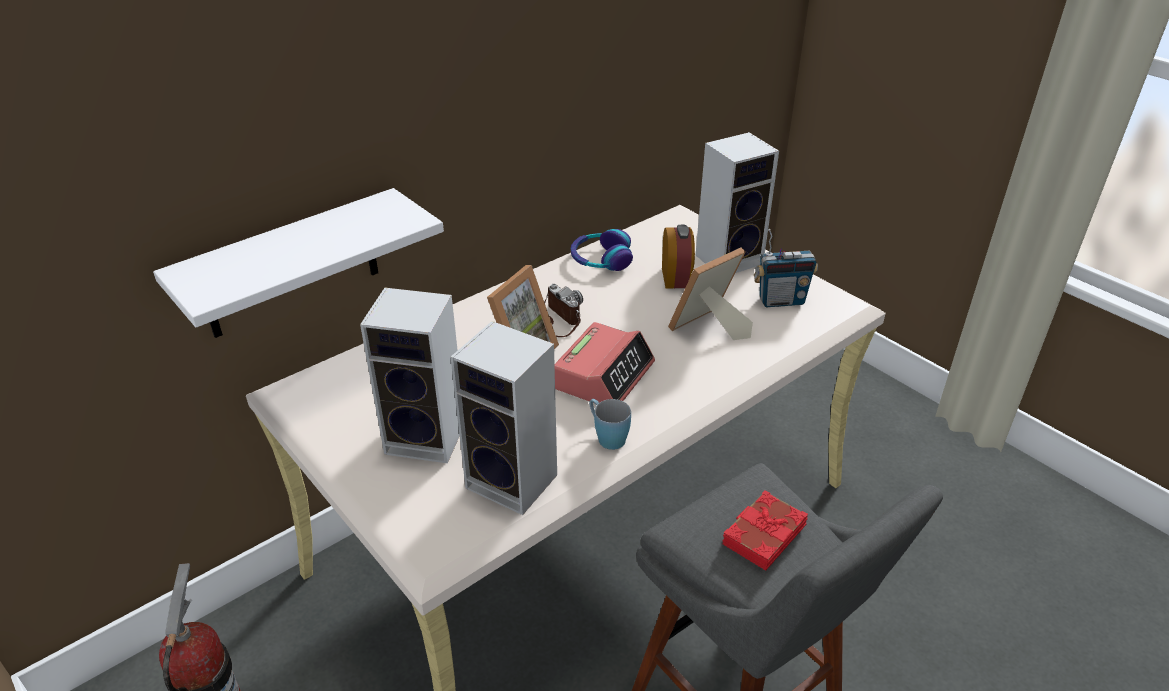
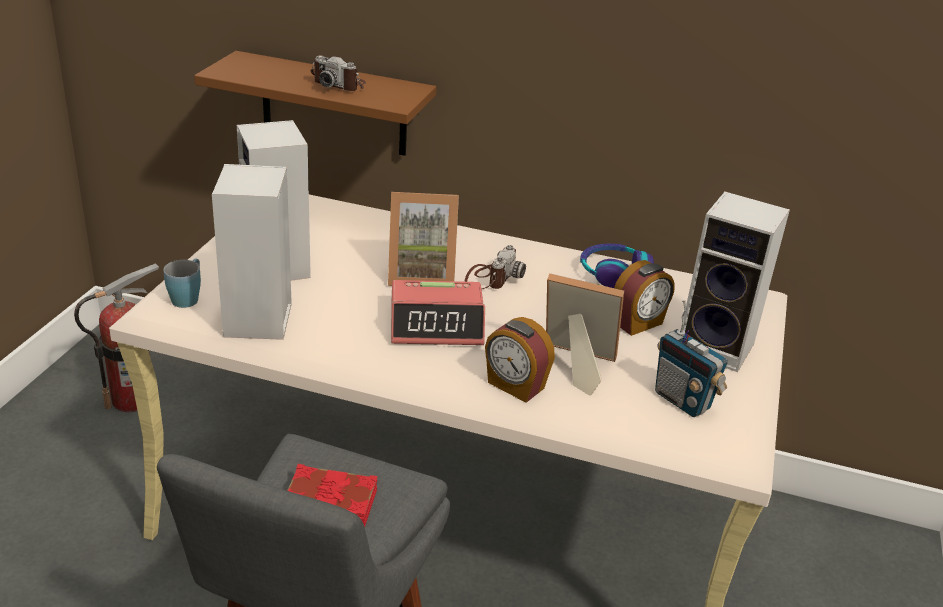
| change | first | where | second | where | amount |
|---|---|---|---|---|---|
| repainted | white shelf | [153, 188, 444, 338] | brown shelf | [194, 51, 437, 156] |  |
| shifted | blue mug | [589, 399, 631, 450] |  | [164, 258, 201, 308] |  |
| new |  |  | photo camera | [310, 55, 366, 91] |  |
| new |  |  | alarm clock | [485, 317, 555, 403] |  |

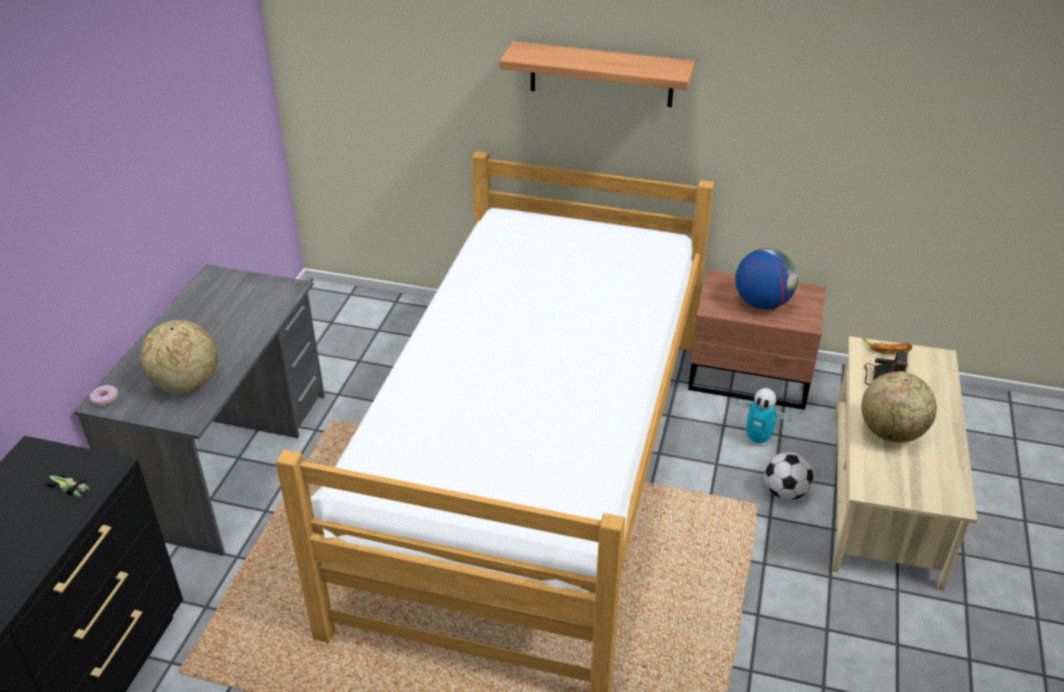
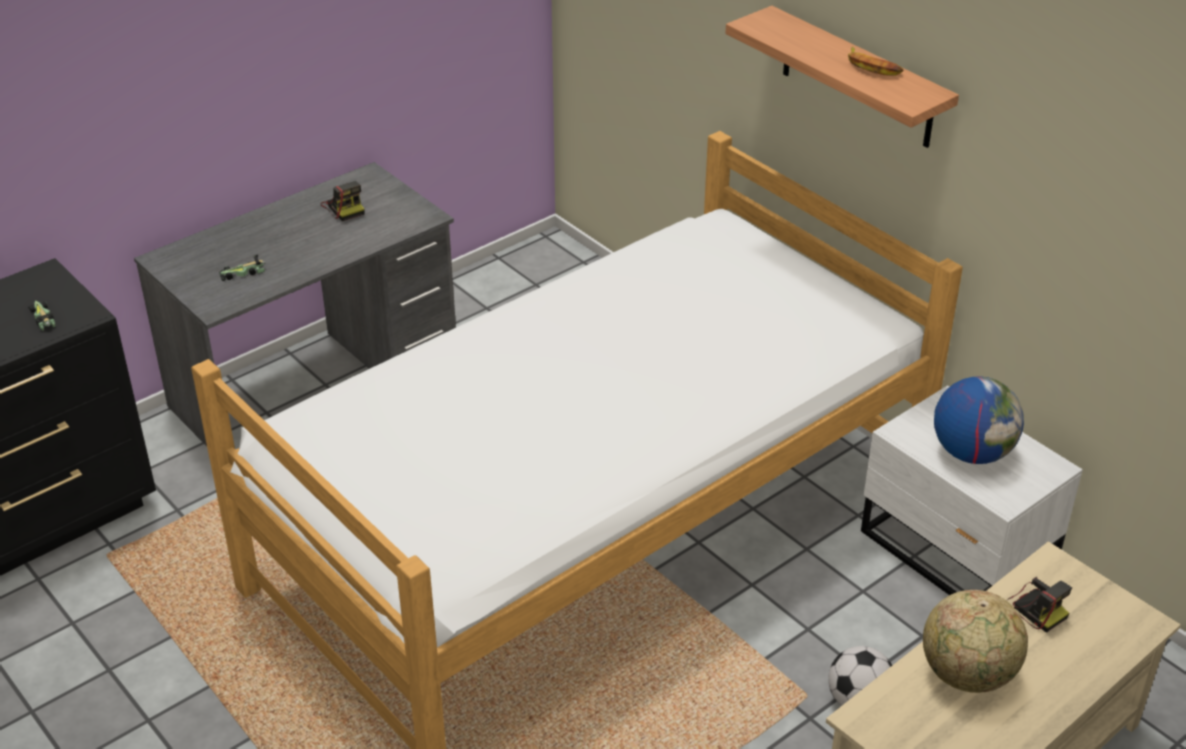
| change | first | where | second | where | amount |
|---|---|---|---|---|---|
| gone | donut | [90, 385, 118, 406] |  |  |  |
| swapped | globe | [140, 320, 218, 393] | toy car | [219, 255, 266, 281] |  |
| repainted | brown nightstand | [688, 270, 826, 410] | white nightstand | [861, 385, 1083, 595] |  |
| gone | toy robot | [736, 388, 791, 446] |  |  |  |
| shifted | banana | [862, 338, 913, 354] |  | [848, 47, 903, 76] |  |
| new |  |  | photo camera | [321, 181, 364, 221] |  |

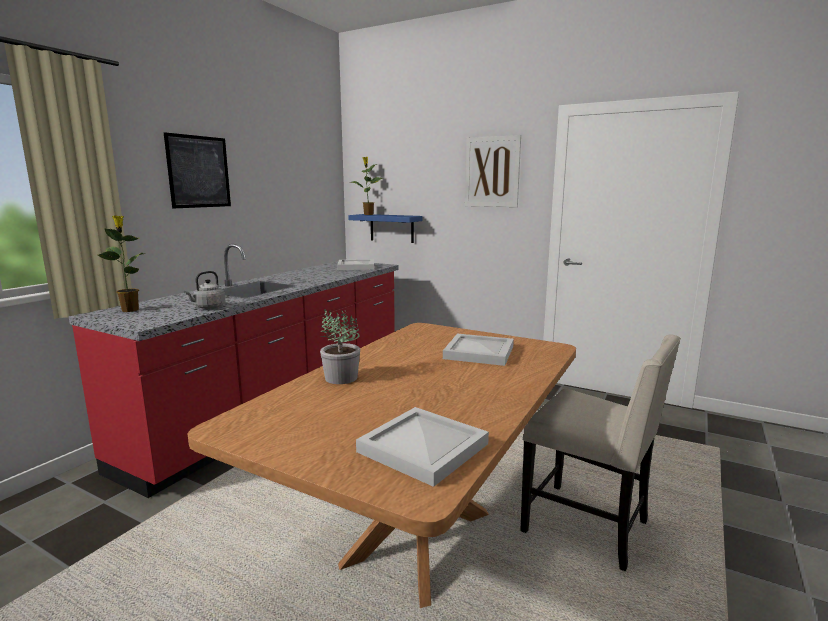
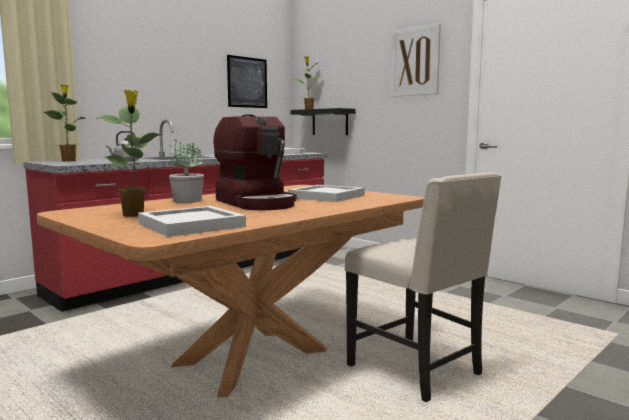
| change | first | where | second | where | amount |
|---|---|---|---|---|---|
| shifted | picture | [164, 132, 231, 209] |  | [227, 55, 267, 108] |  |
| repainted | blue shelf | [348, 214, 423, 243] | black shelf | [290, 108, 356, 135] |  |
| new |  |  | potted plant | [96, 90, 163, 217] |  |
| new |  |  | coffee machine | [214, 114, 297, 210] |  |

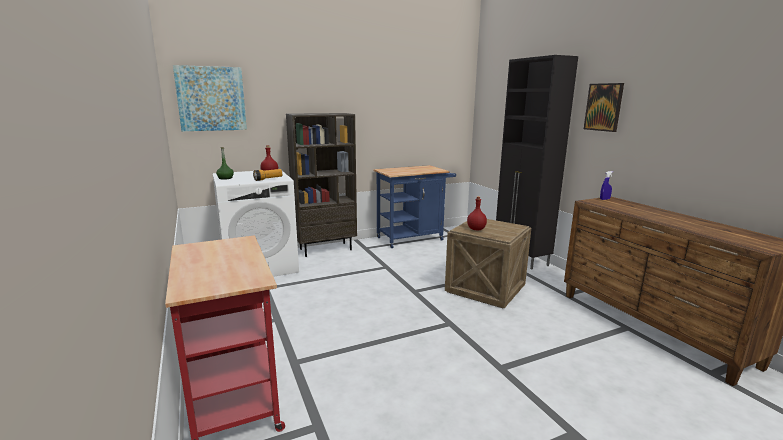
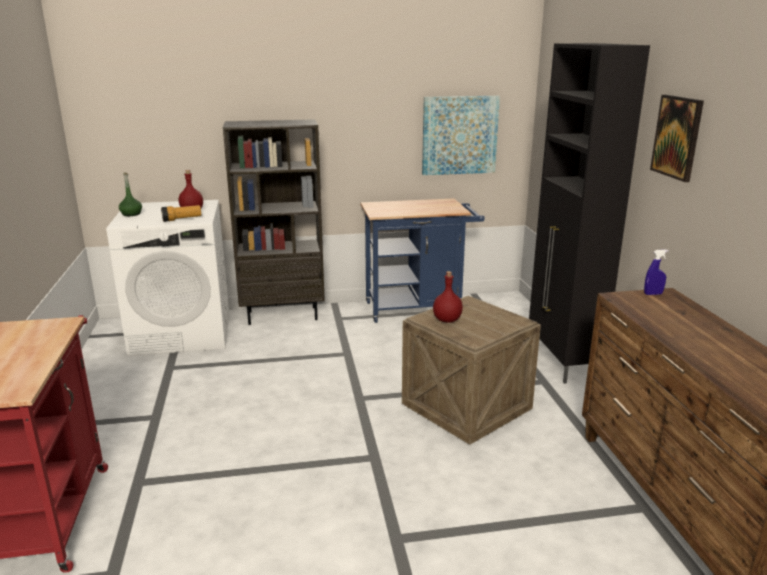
| change | first | where | second | where | amount |
|---|---|---|---|---|---|
| shifted | picture | [173, 65, 247, 131] |  | [422, 96, 500, 175] |  |

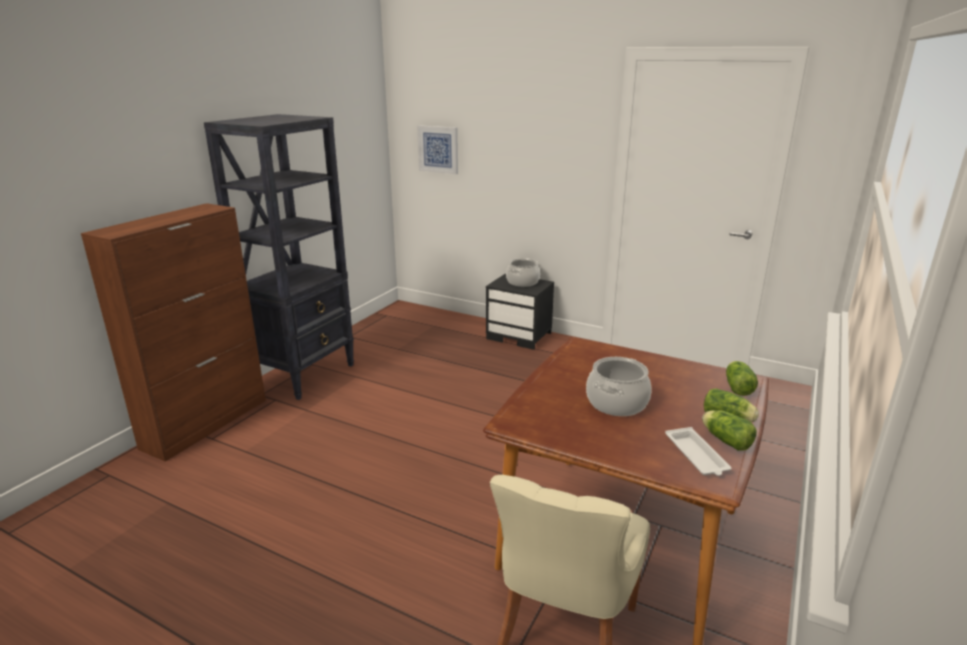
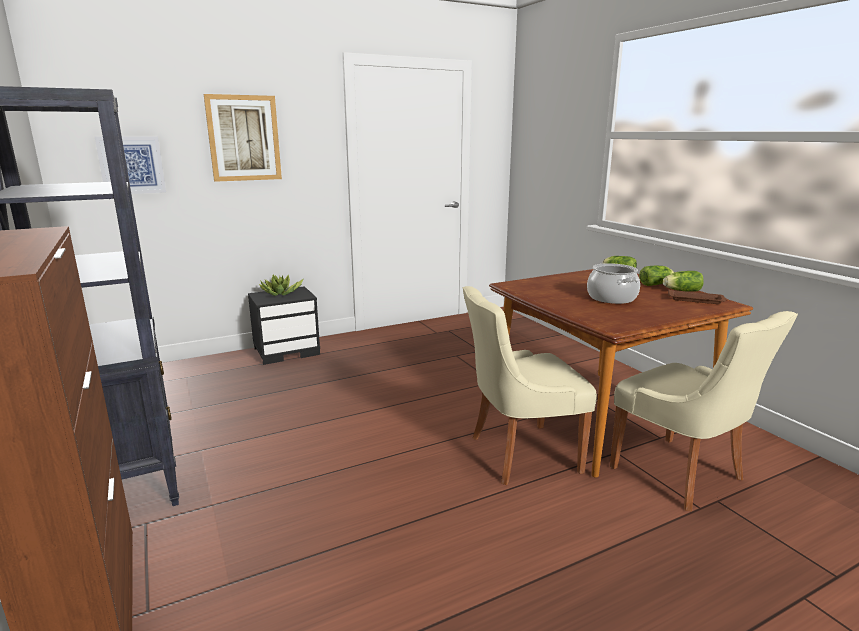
| change | first | where | second | where | amount |
|---|---|---|---|---|---|
| swapped | cooking pot | [506, 258, 540, 287] | potted plant | [259, 274, 304, 296] |  |
| repainted | white tray | [665, 427, 732, 476] | brown tray | [668, 289, 727, 304] |  |
| new |  |  | picture | [204, 94, 282, 182] |  |
| new |  |  | beige chair | [463, 286, 597, 485] |  |

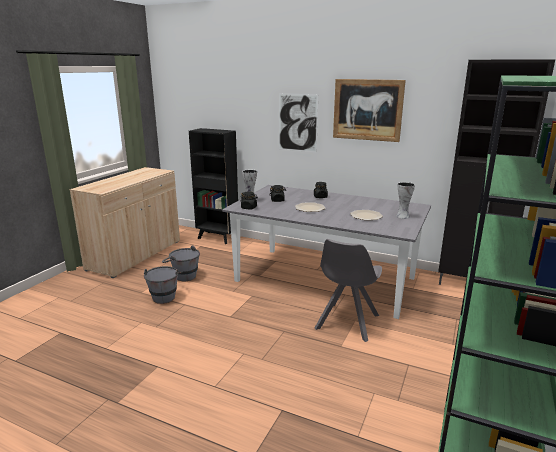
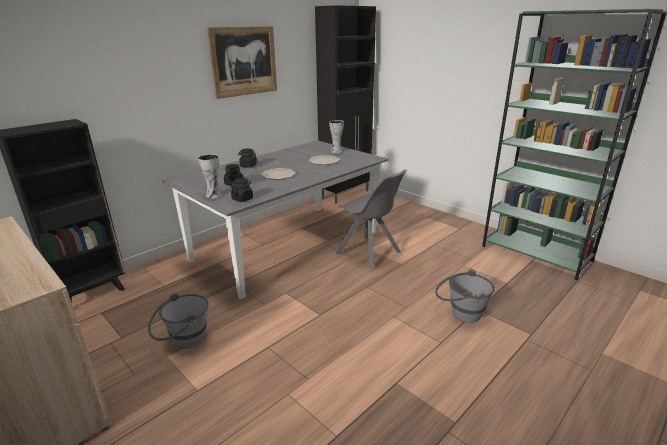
| change | first | where | second | where | amount |
|---|---|---|---|---|---|
| shifted | grey bucket | [144, 266, 183, 304] |  | [435, 269, 495, 323] |  |
| gone | picture | [279, 93, 318, 152] |  |  |  |

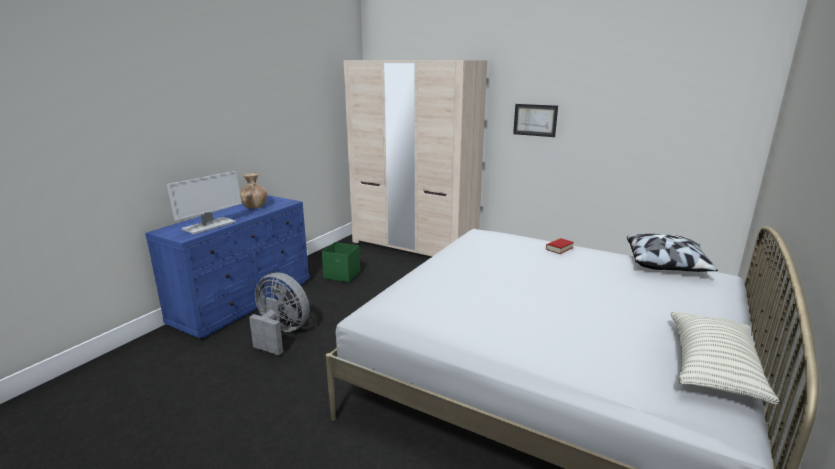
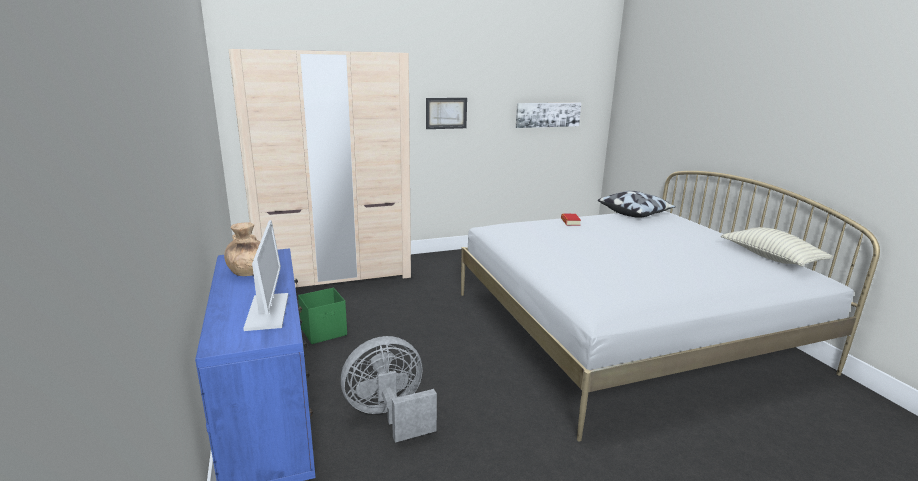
| change | first | where | second | where | amount |
|---|---|---|---|---|---|
| new |  |  | picture | [516, 103, 581, 128] |  |

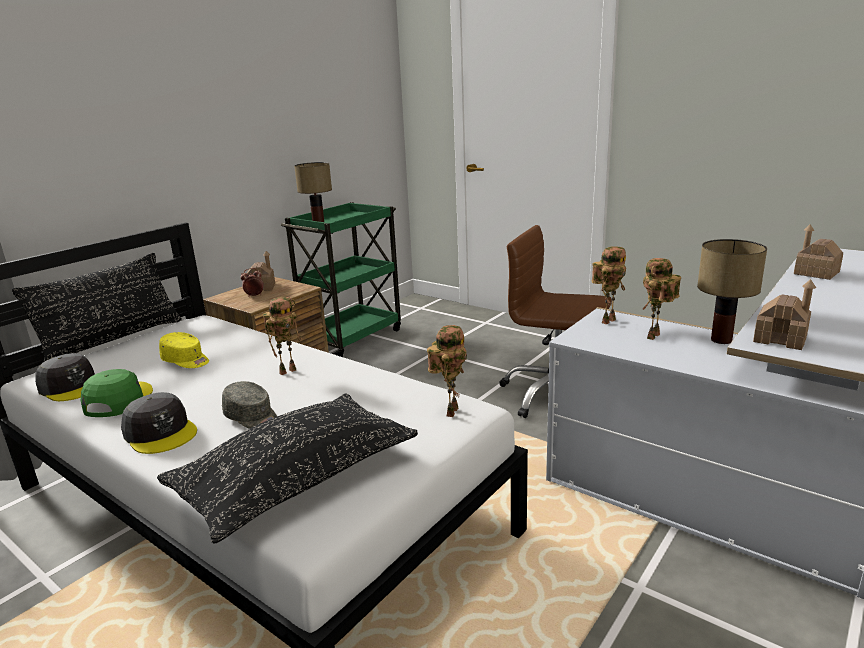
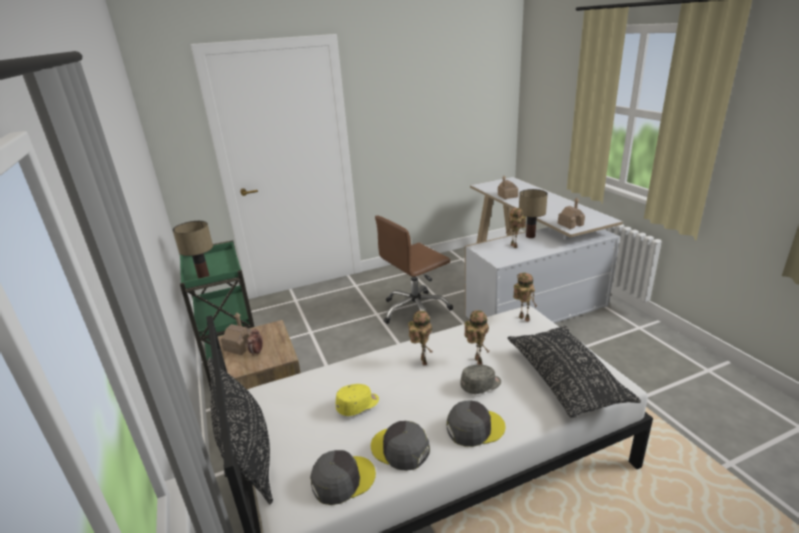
| change | first | where | second | where | amount |
|---|---|---|---|---|---|
| repainted | green cap | [81, 369, 153, 417] | grey cap | [371, 421, 430, 471] |  |
| shifted | toy robot | [592, 246, 626, 324] |  | [464, 310, 490, 365] |  |

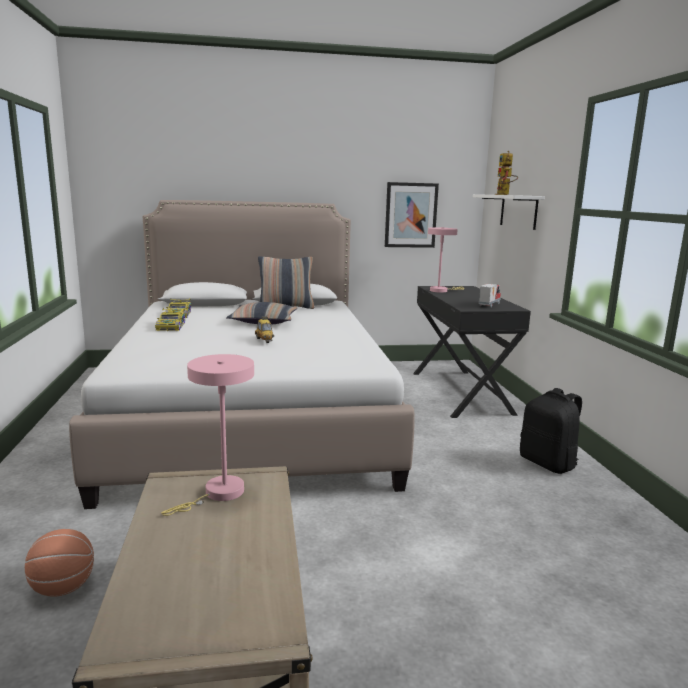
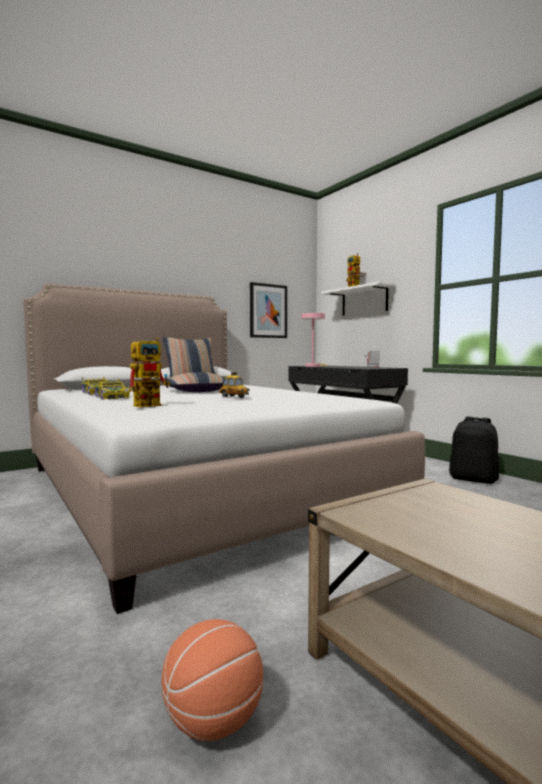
| change | first | where | second | where | amount |
|---|---|---|---|---|---|
| gone | pink table lamp | [161, 354, 254, 516] |  |  |  |
| new |  |  | toy robot | [129, 338, 170, 408] |  |

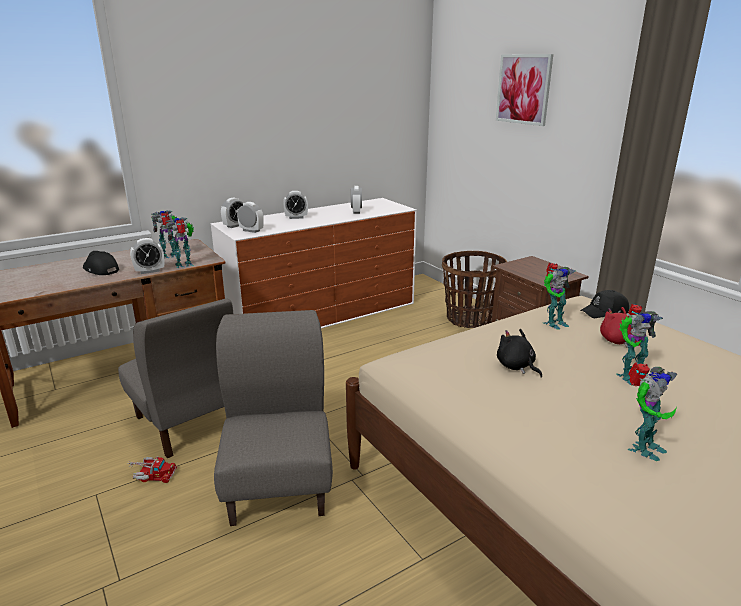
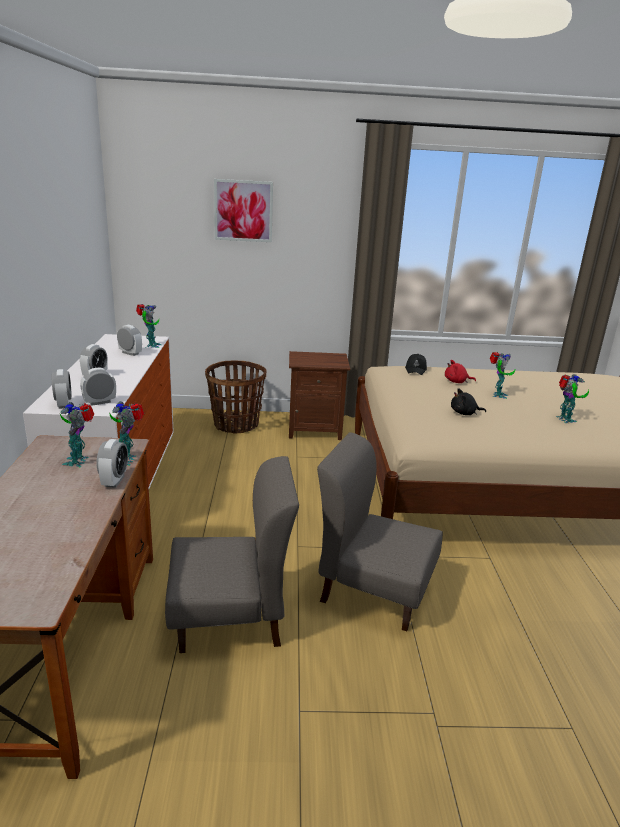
| change | first | where | second | where | amount |
|---|---|---|---|---|---|
| gone | black cap | [83, 251, 119, 275] |  |  |  |
| gone | toy truck | [128, 457, 177, 483] |  |  |  |
| shifted | toy robot | [542, 263, 576, 329] |  | [136, 304, 162, 348] |  |

